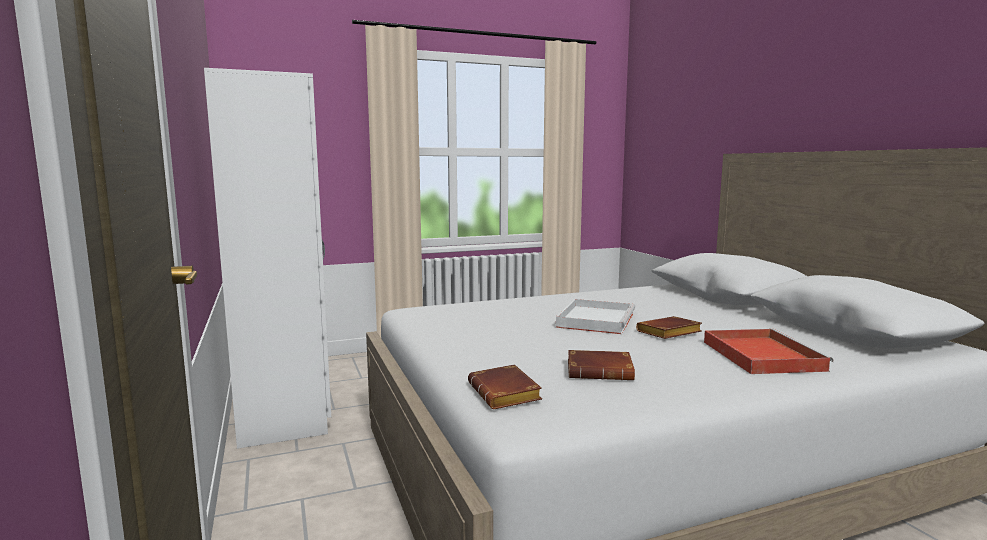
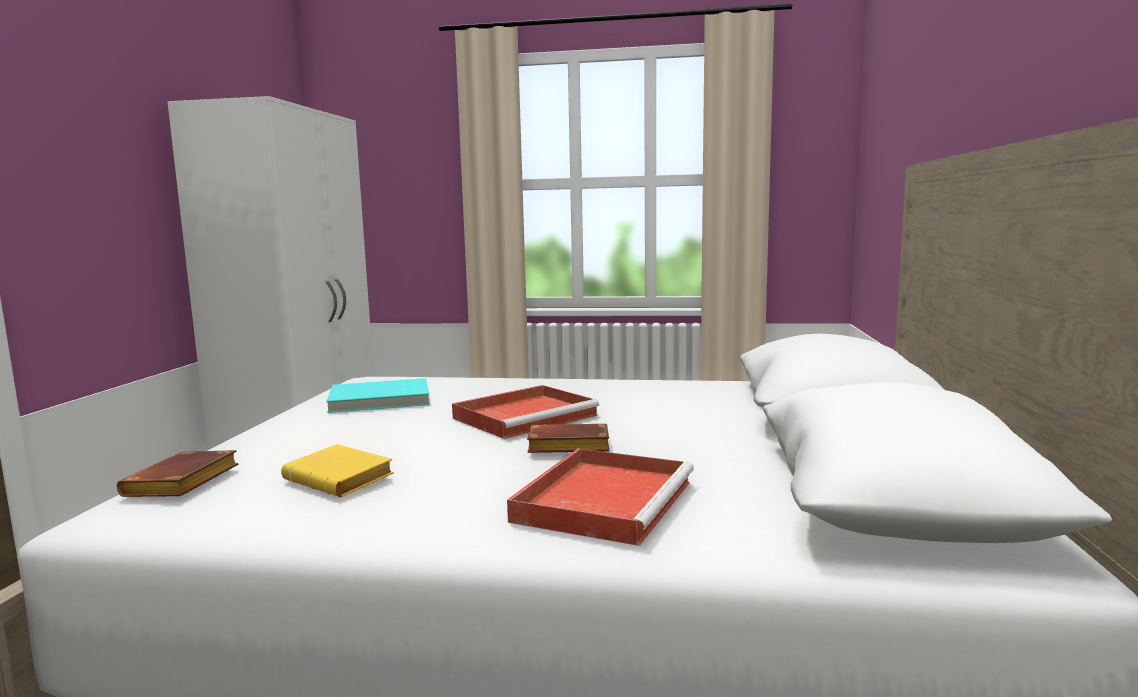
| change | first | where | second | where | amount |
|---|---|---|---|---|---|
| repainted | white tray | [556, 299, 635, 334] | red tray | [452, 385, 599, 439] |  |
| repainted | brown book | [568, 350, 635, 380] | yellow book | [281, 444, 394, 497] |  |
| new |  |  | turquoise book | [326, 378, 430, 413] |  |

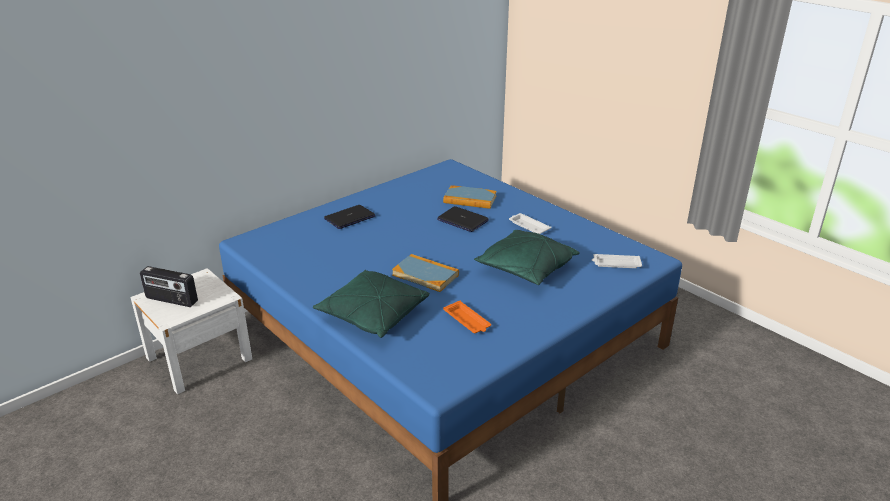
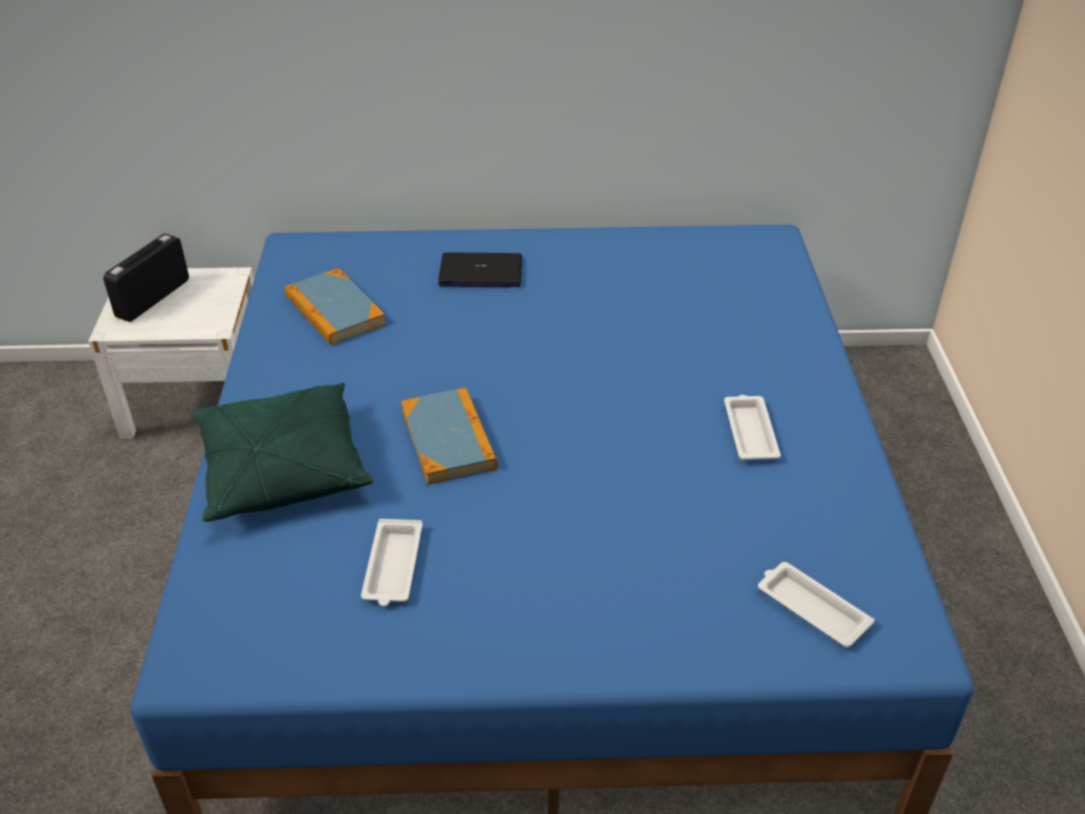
| change | first | where | second | where | amount |
|---|---|---|---|---|---|
| rotated | radio | [140, 266, 198, 307] |  | [103, 234, 189, 322] | 60 degrees clockwise |
| gone | laptop | [437, 206, 489, 232] |  |  |  |
| shifted | book | [443, 185, 497, 209] |  | [285, 268, 386, 345] |  |
| repainted | orange tray | [443, 301, 491, 333] | white tray | [361, 519, 422, 606] |  |
| gone | green pillow | [474, 230, 580, 285] |  |  |  |

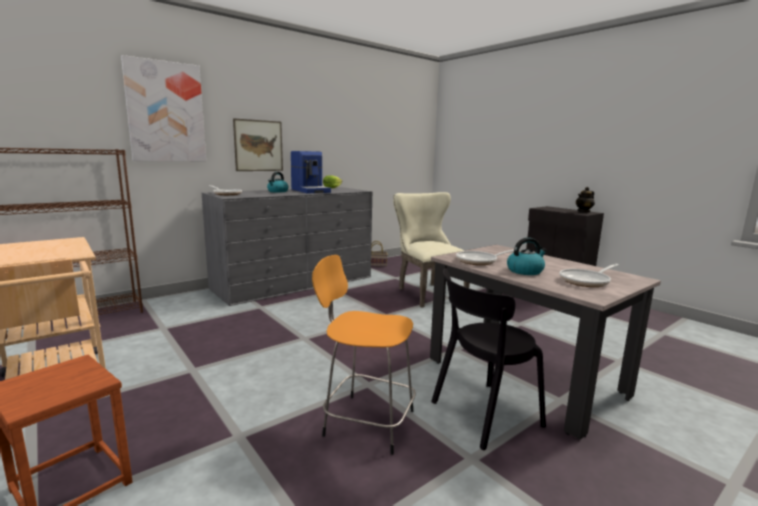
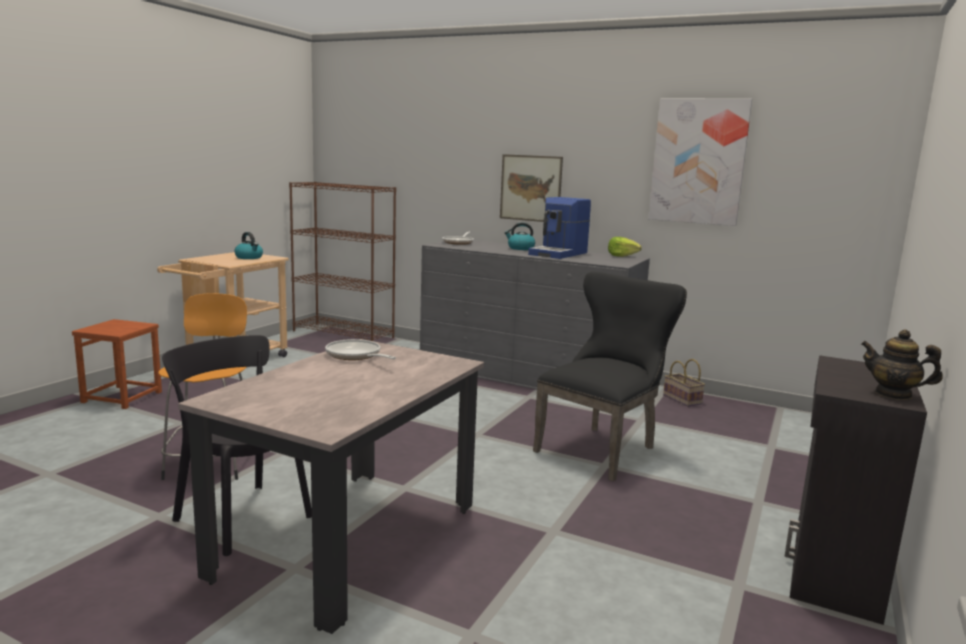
| change | first | where | second | where | amount |
|---|---|---|---|---|---|
| shifted | picture | [121, 55, 206, 161] |  | [648, 99, 752, 226] |  |
| repainted | beige chair | [393, 192, 470, 308] | black chair | [533, 272, 687, 481] |  |
| shifted | kettle | [507, 237, 547, 275] |  | [234, 232, 263, 259] |  |
| gone | frying pan | [559, 264, 618, 287] |  |  |  |

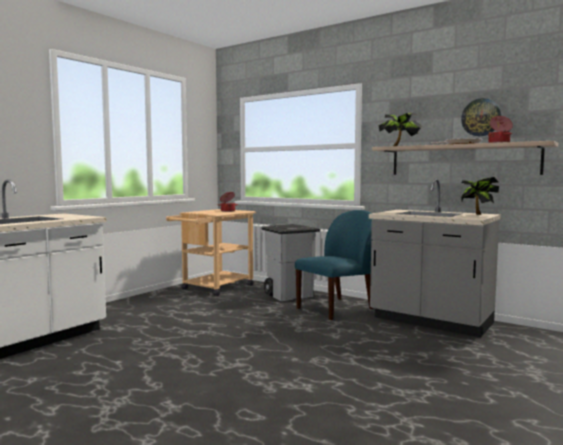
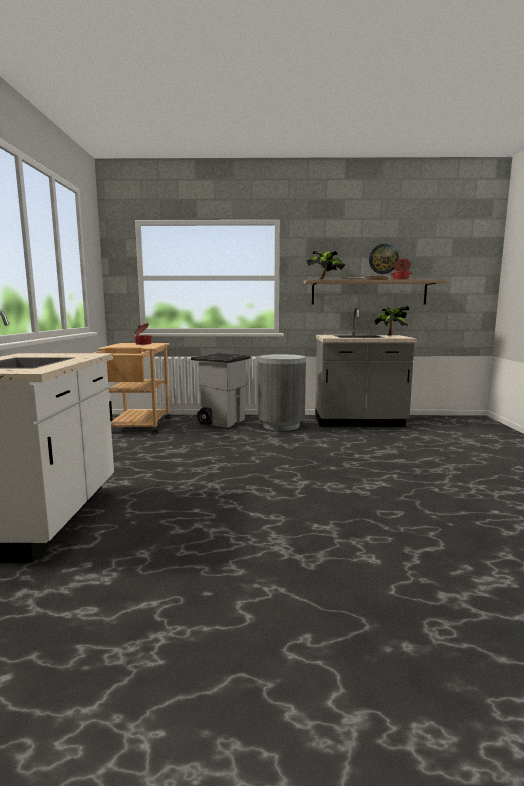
| change | first | where | second | where | amount |
|---|---|---|---|---|---|
| swapped | blue chair | [295, 210, 374, 320] | grey trash can | [258, 354, 306, 431] |  |

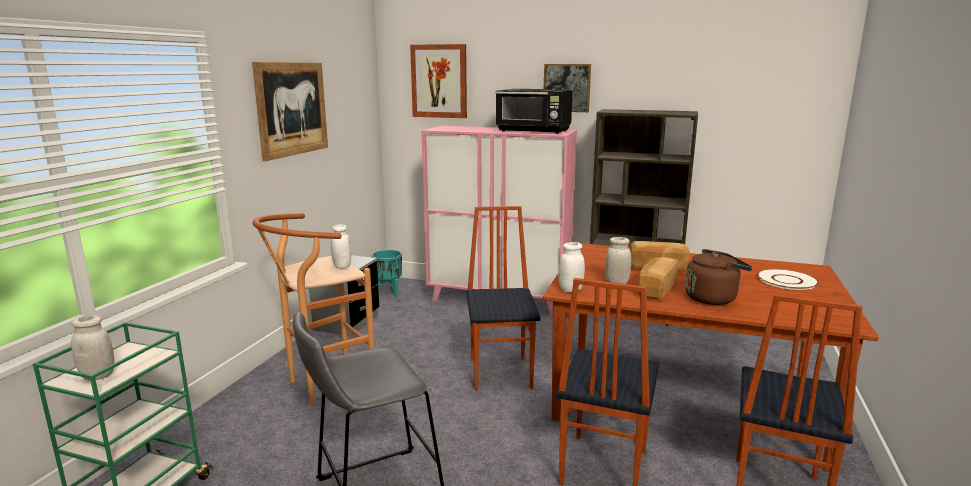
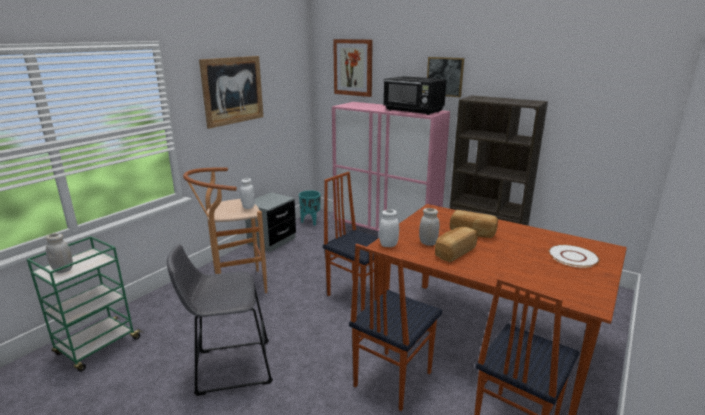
| change | first | where | second | where | amount |
|---|---|---|---|---|---|
| rotated | chair | [467, 206, 540, 391] |  | [323, 172, 391, 312] | 60 degrees counterclockwise |
| gone | brown kettle | [685, 249, 752, 305] |  |  |  |

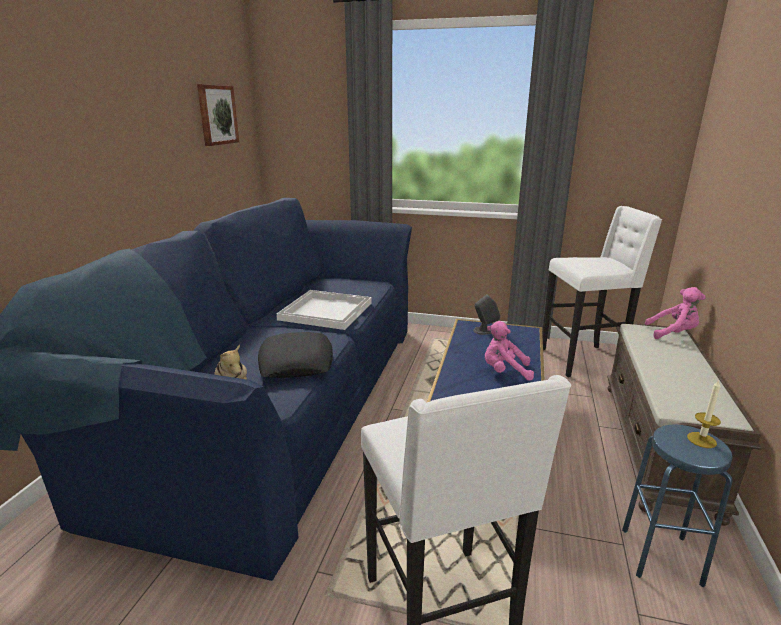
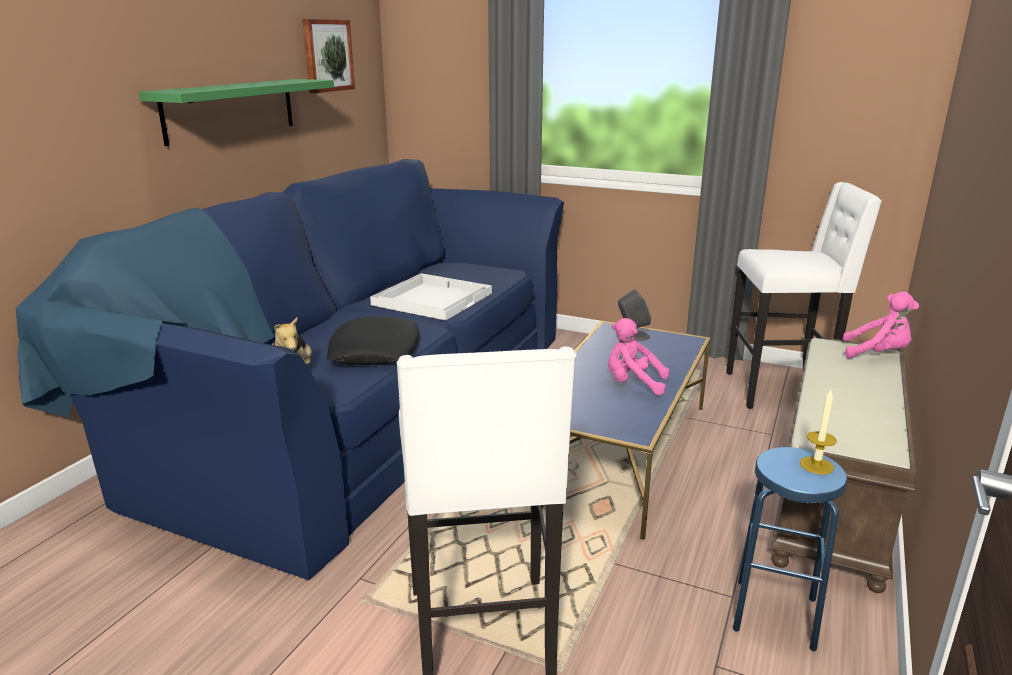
| change | first | where | second | where | amount |
|---|---|---|---|---|---|
| new |  |  | green shelf | [139, 79, 334, 146] |  |

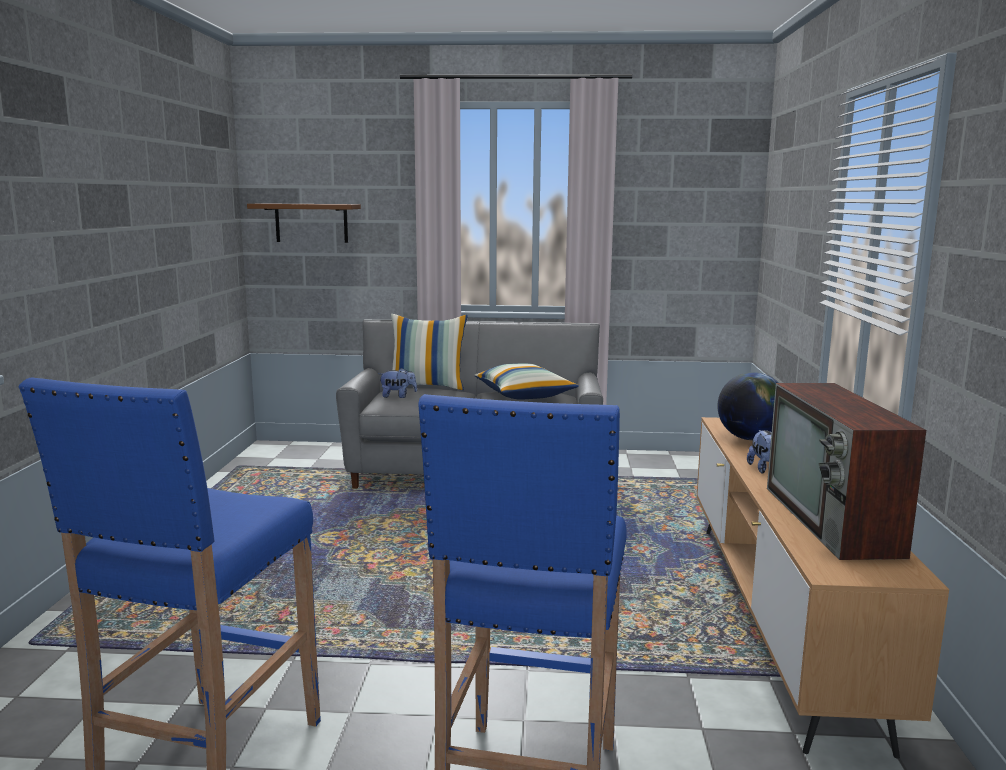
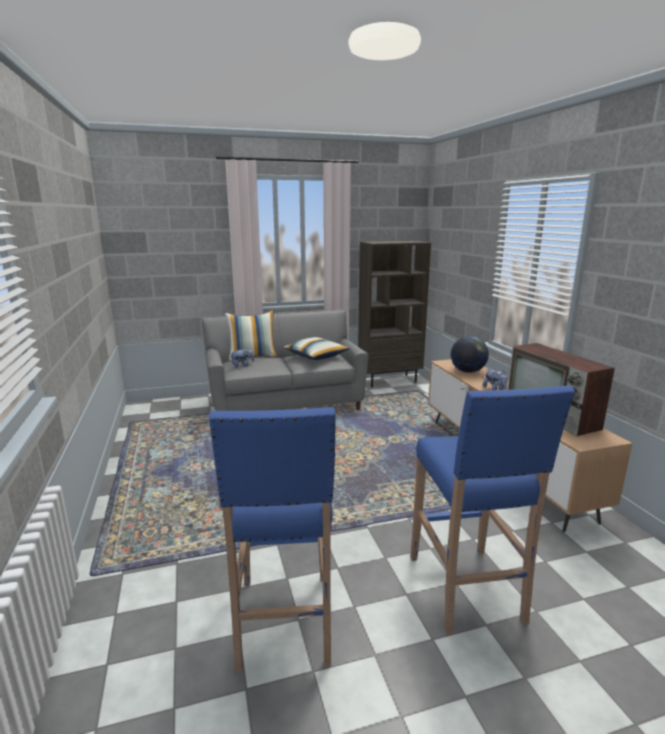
| change | first | where | second | where | amount |
|---|---|---|---|---|---|
| gone | brown shelf | [247, 203, 361, 243] |  |  |  |
| new |  |  | brown bookcase | [358, 241, 431, 387] |  |

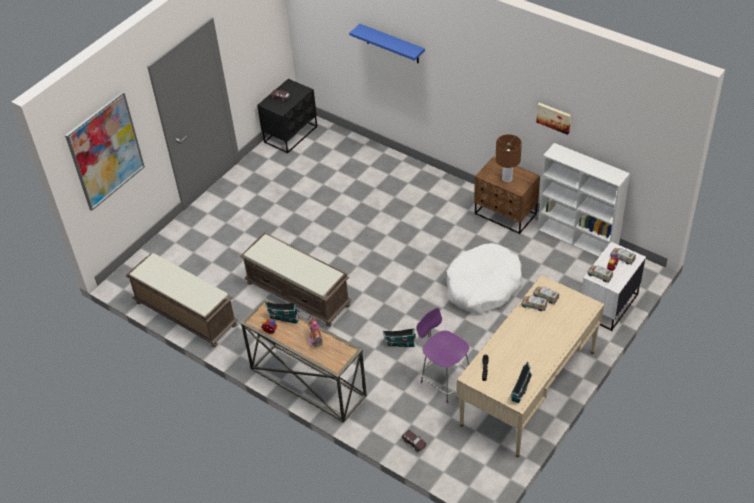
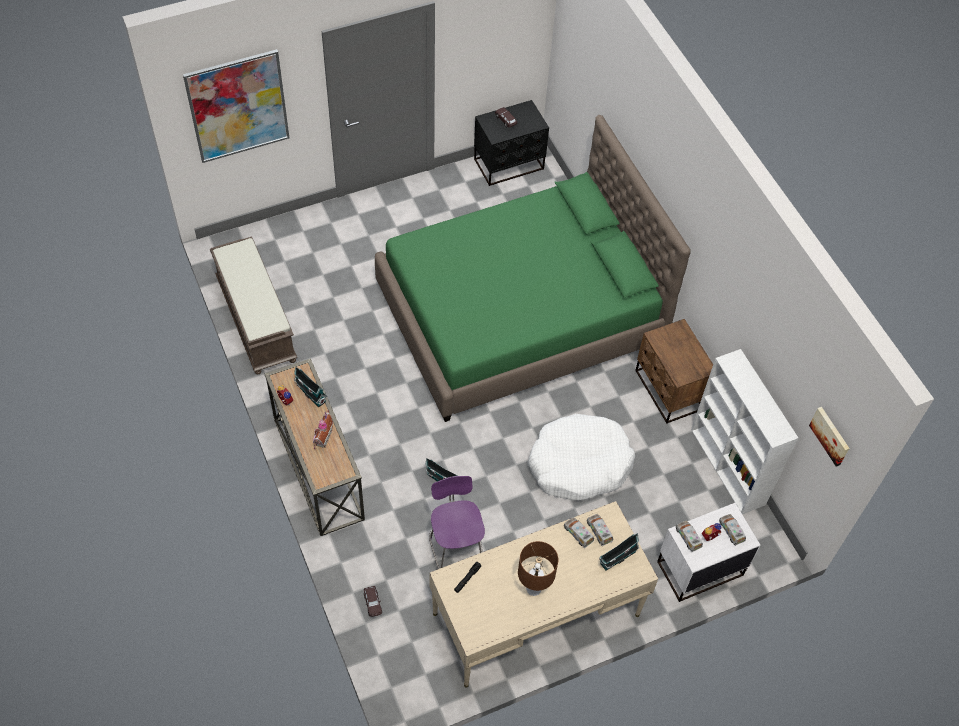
| change | first | where | second | where | amount |
|---|---|---|---|---|---|
| gone | brown bench | [240, 232, 351, 327] |  |  |  |
| gone | blue shelf | [349, 24, 425, 64] |  |  |  |
| shifted | brown table lamp | [496, 134, 522, 182] |  | [518, 541, 558, 596] |  |
| shifted | toy house | [510, 362, 532, 403] |  | [599, 534, 639, 571] |  |
| shifted | picture | [536, 103, 571, 135] |  | [809, 407, 850, 467] |  |
| new |  |  | green bed | [375, 115, 691, 422] |  |

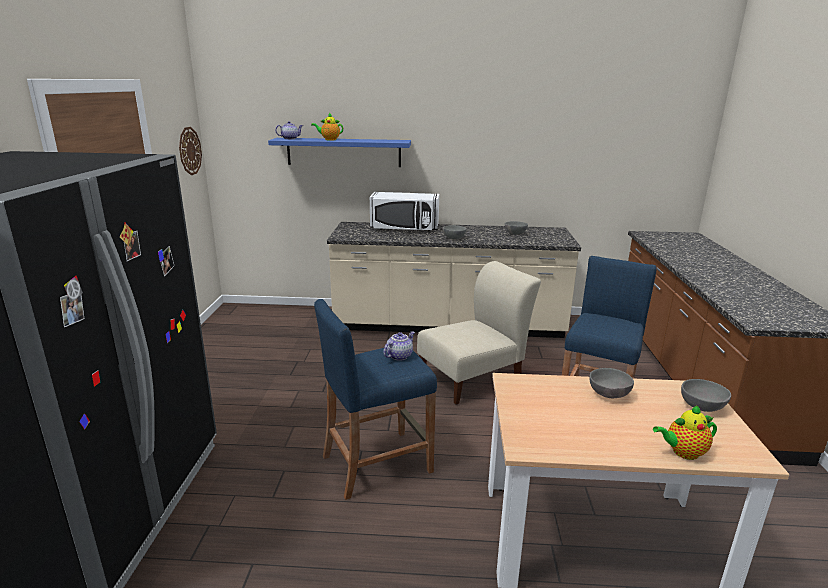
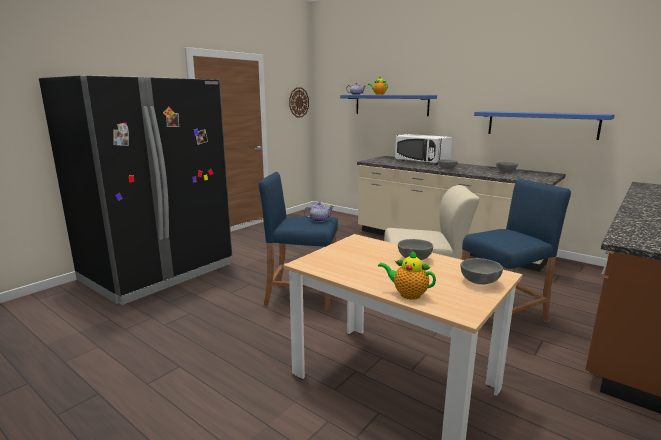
| change | first | where | second | where | amount |
|---|---|---|---|---|---|
| new |  |  | blue shelf | [474, 111, 615, 140] |  |

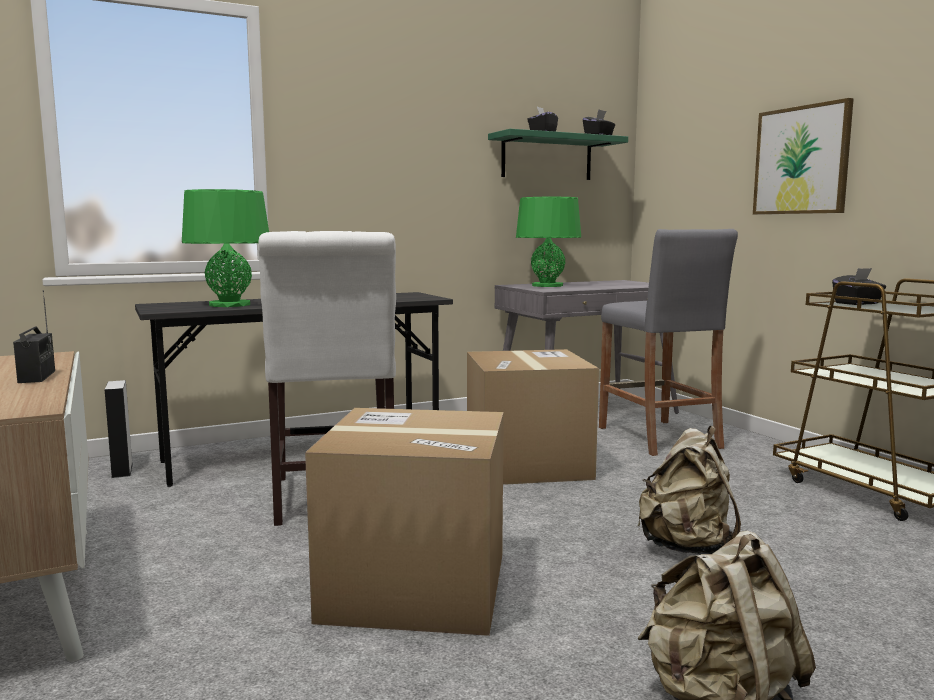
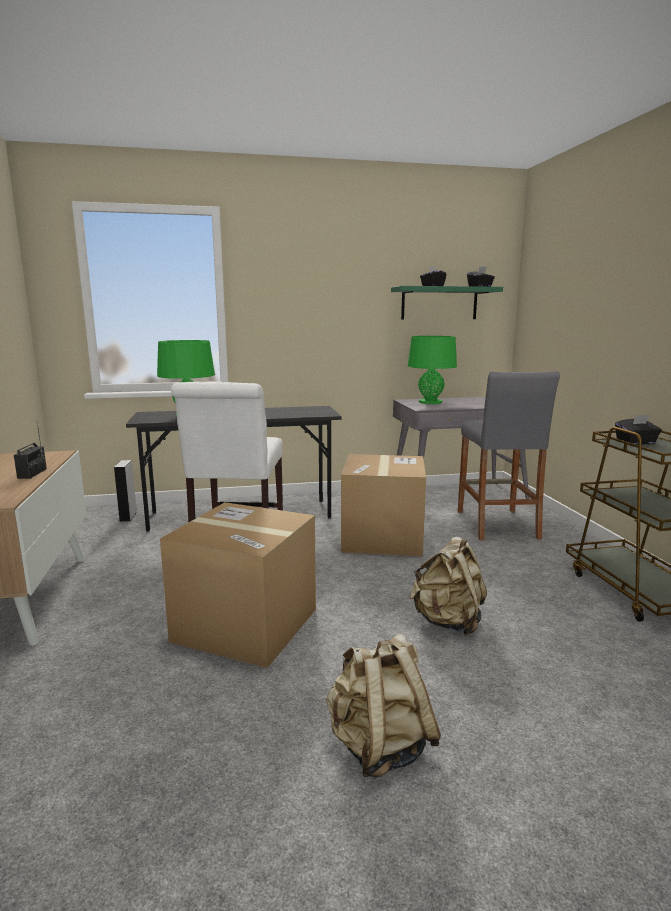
| change | first | where | second | where | amount |
|---|---|---|---|---|---|
| gone | picture | [753, 98, 854, 215] |  |  |  |

